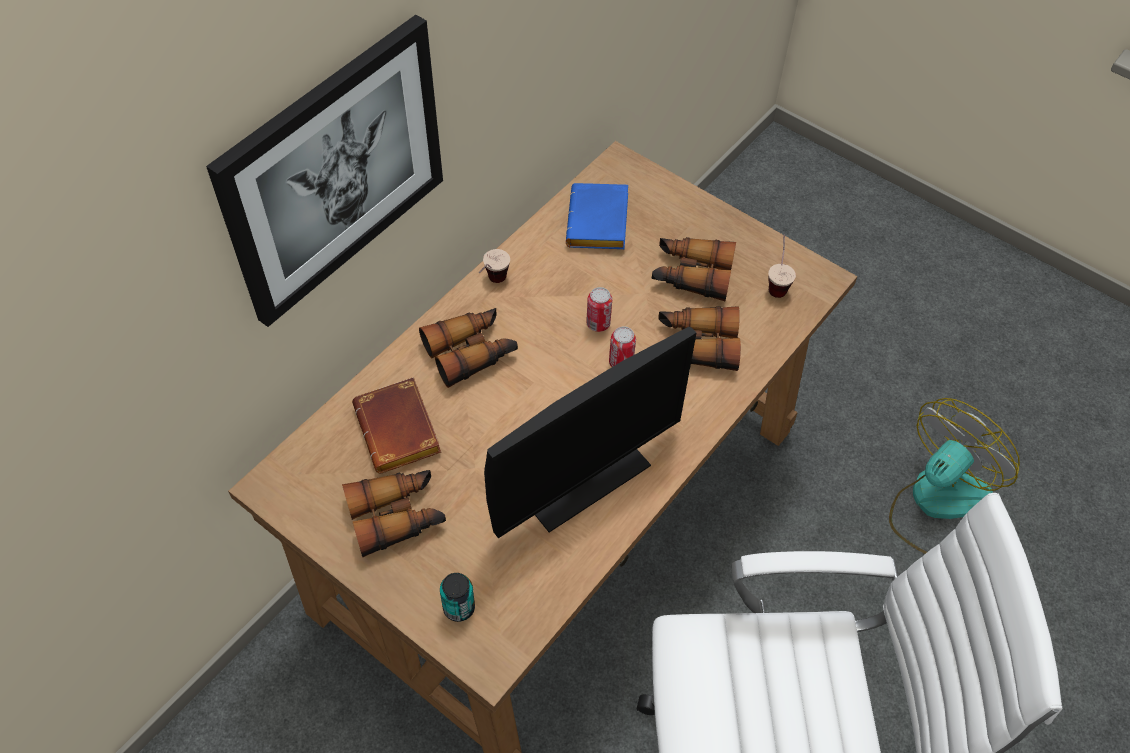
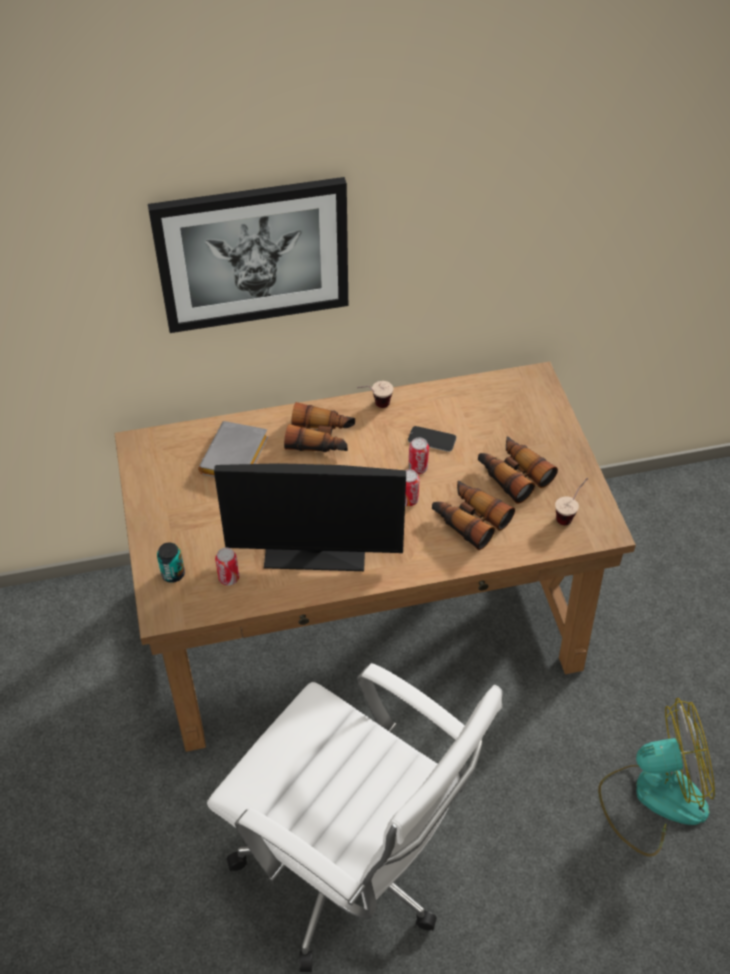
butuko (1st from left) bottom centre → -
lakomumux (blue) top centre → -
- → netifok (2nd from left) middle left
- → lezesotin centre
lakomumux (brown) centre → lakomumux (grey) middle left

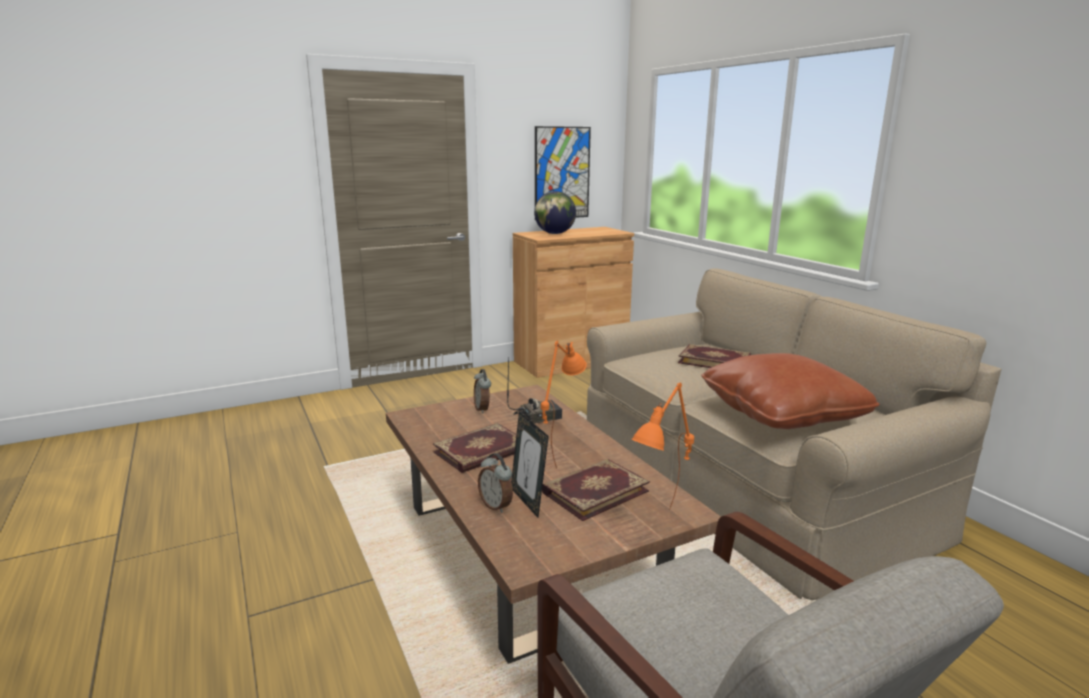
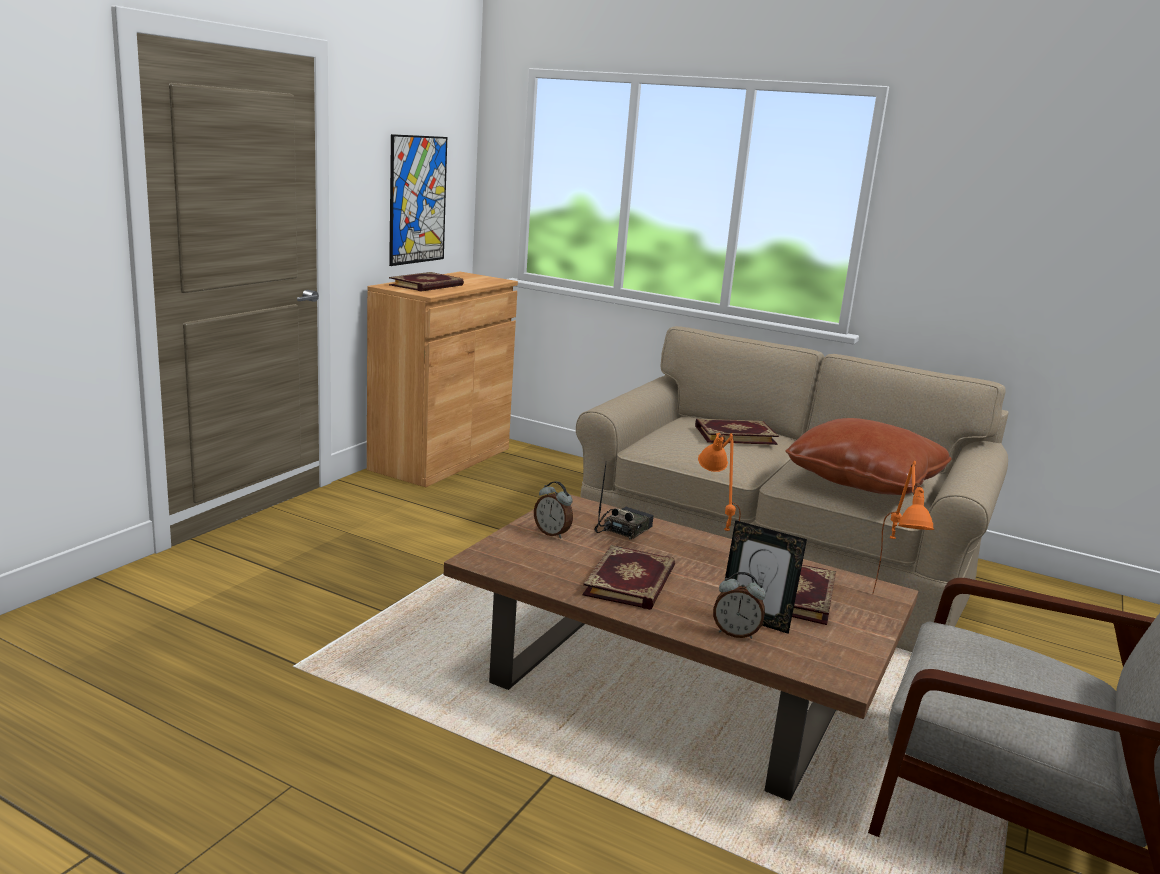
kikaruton top centre → lakomumux (1st from left) top centre

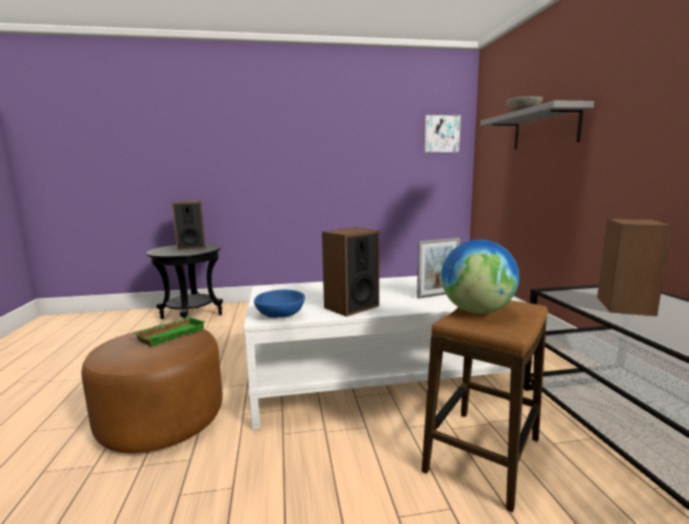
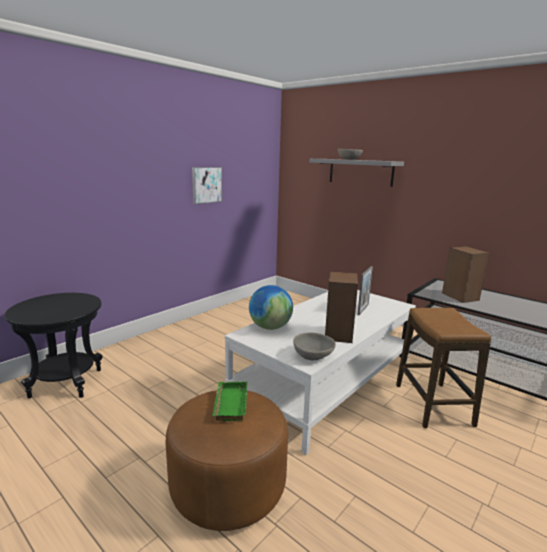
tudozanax (1st from left) middle left → -
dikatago top centre → dikatago centre, move
kikaruton middle right → kikaruton centre, move
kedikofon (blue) centre → kedikofon (grey) (1st from left) centre

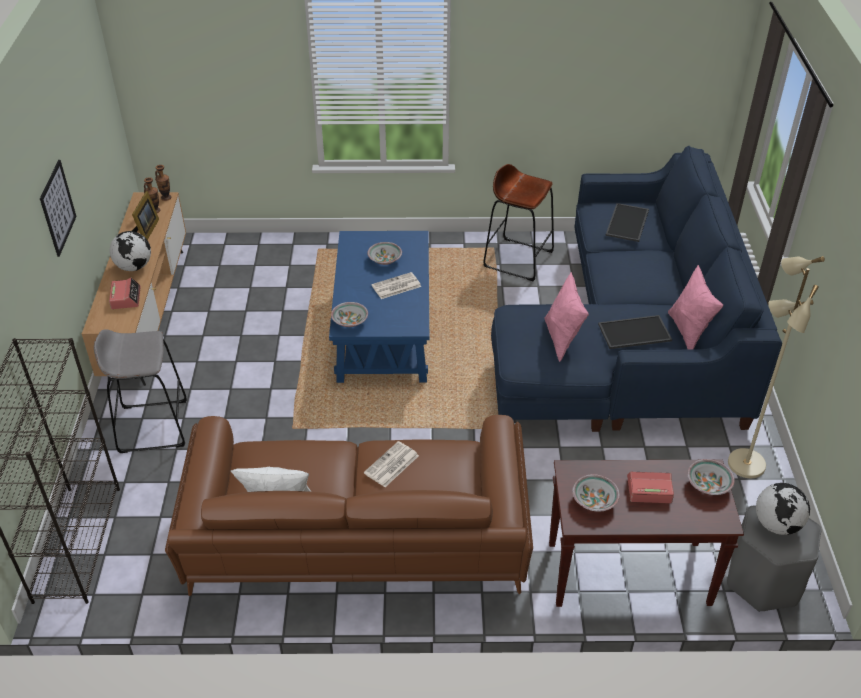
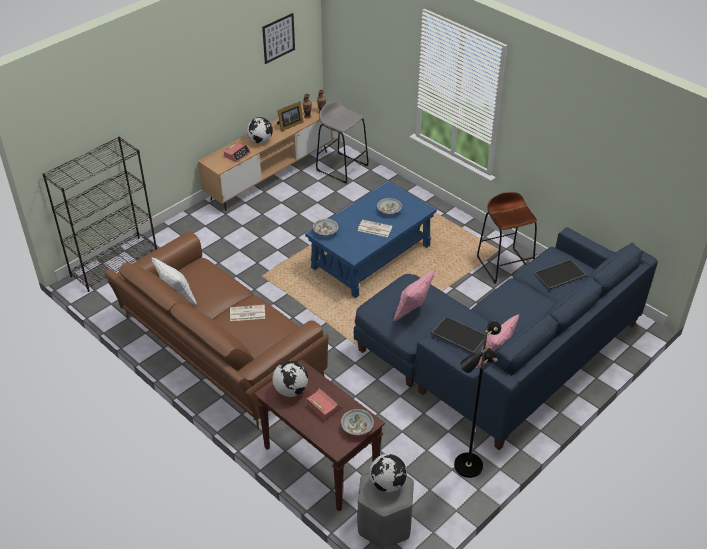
dikatago top left → dikatago top centre, move
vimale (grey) (1st from left) middle left → vimale (grey) (1st from left) top centre, move
kedikofon (3rd from left) bottom right → kikaruton (2nd from left) bottom centre
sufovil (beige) middle right → sufovil (black) bottom right

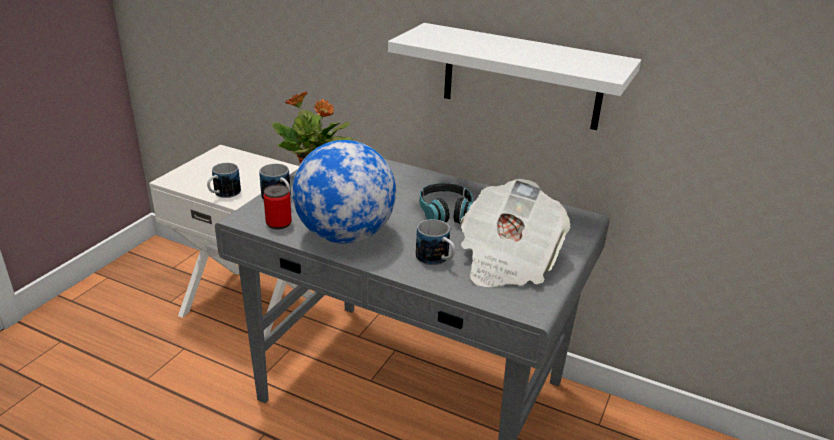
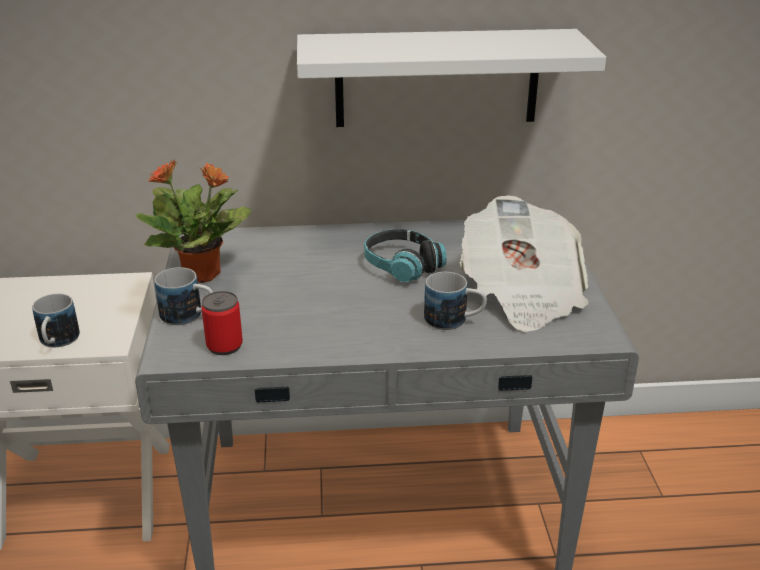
kikaruton centre → -

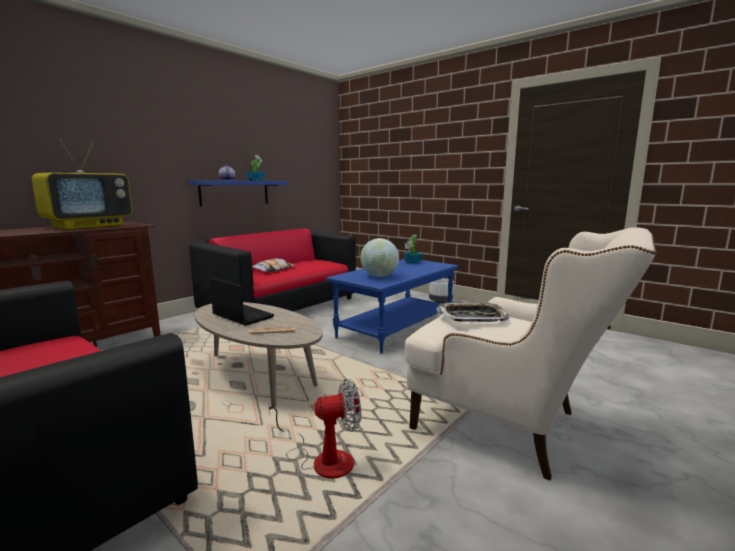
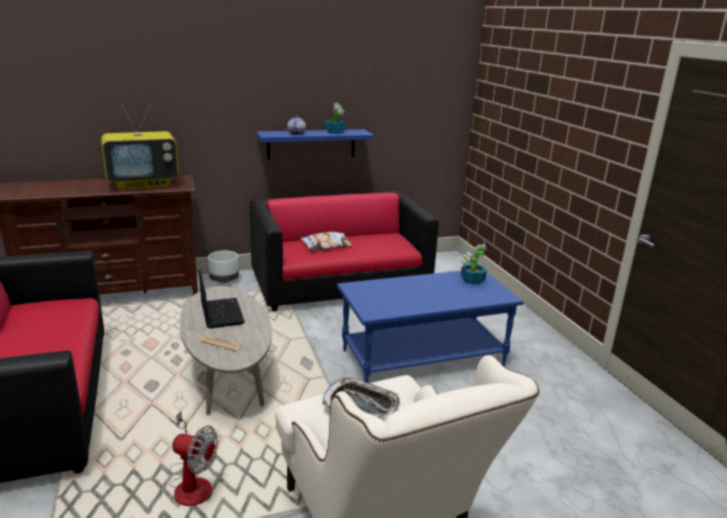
kikaruton centre → -
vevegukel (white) centre → vevegukel (white) middle left, move

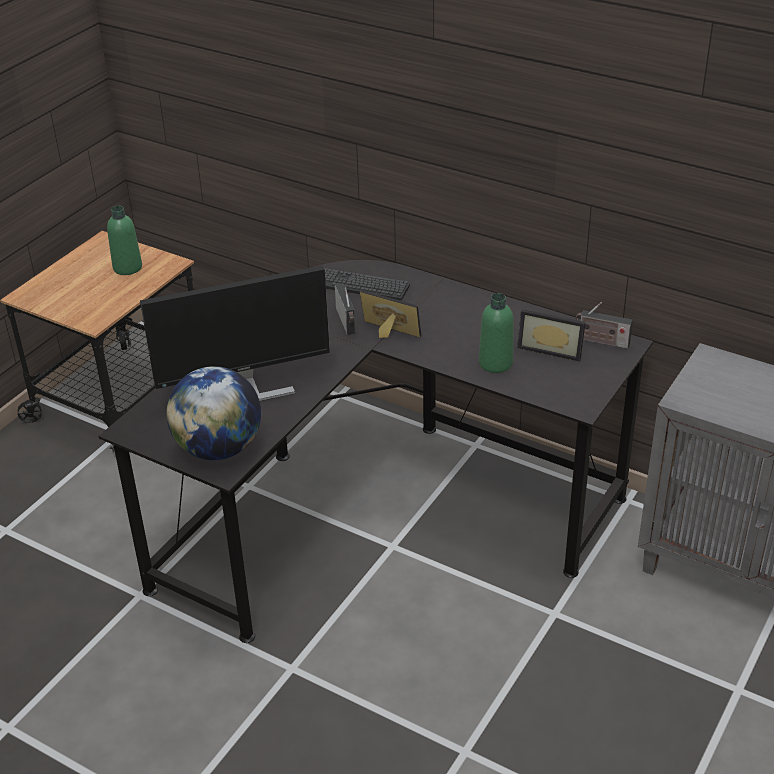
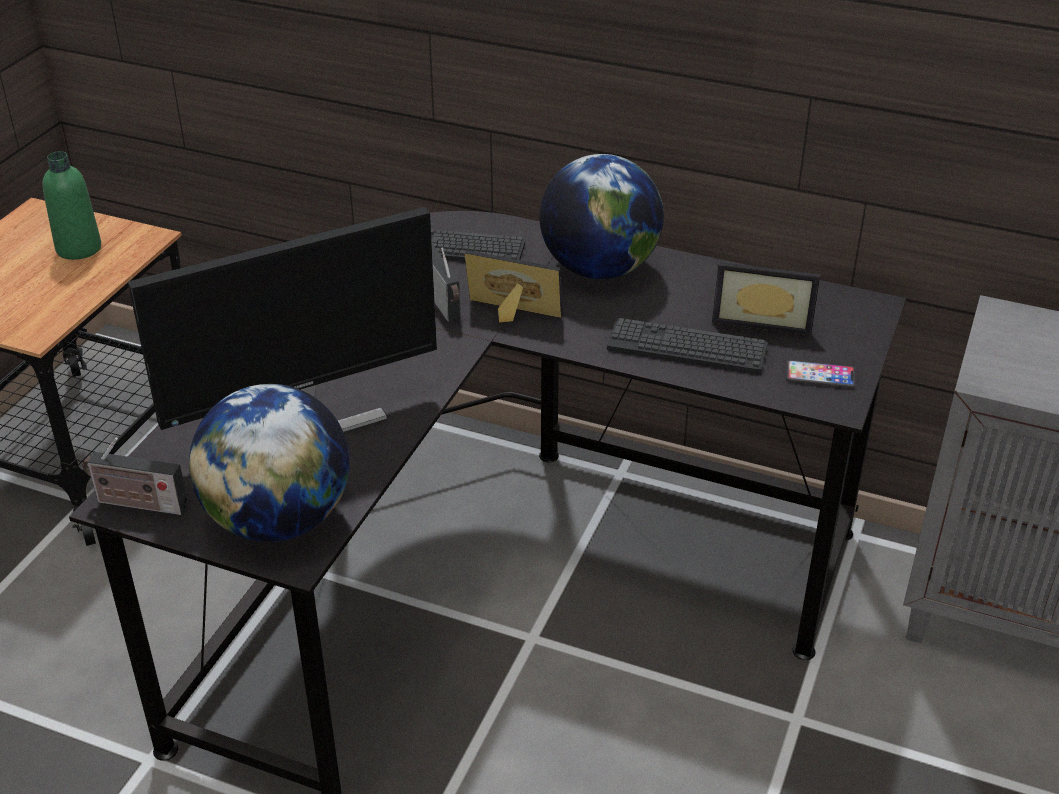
- → kikaruton (2nd from left) top centre
- → lezesotin middle right
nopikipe (2nd from left in the first image) middle right → nopikipe (1st from left) middle left, move
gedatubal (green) (2nd from left) centre → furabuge (2nd from left) centre

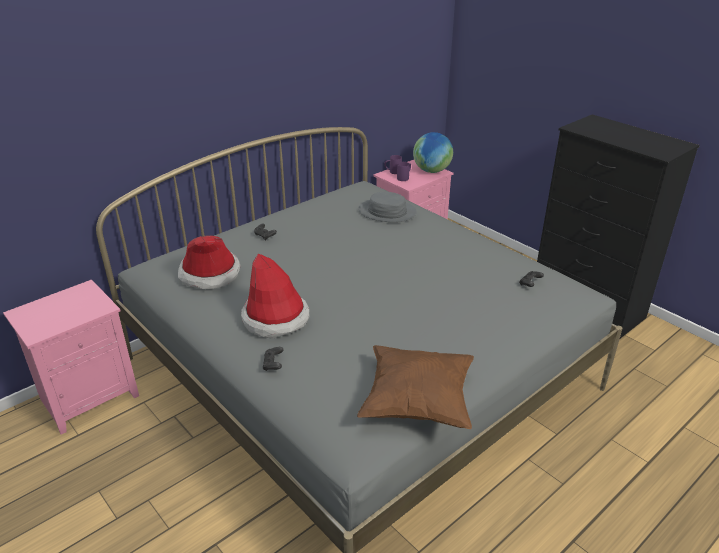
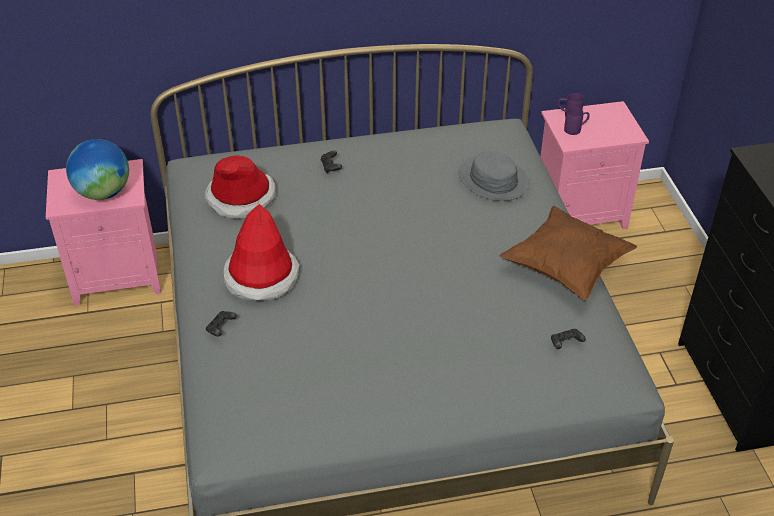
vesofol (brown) bottom centre → vesofol (brown) middle right, move
kikaruton top centre → kikaruton top left, move

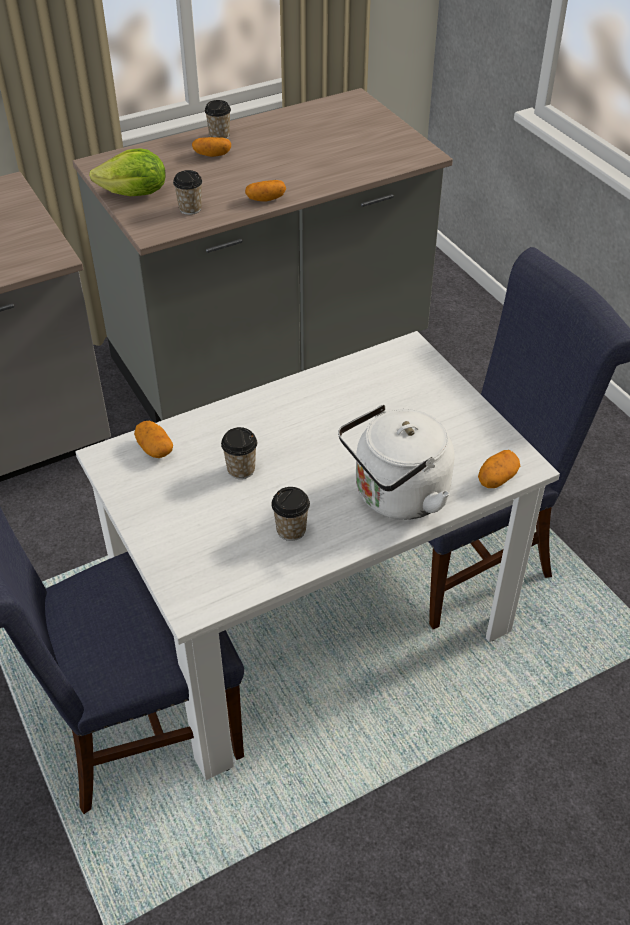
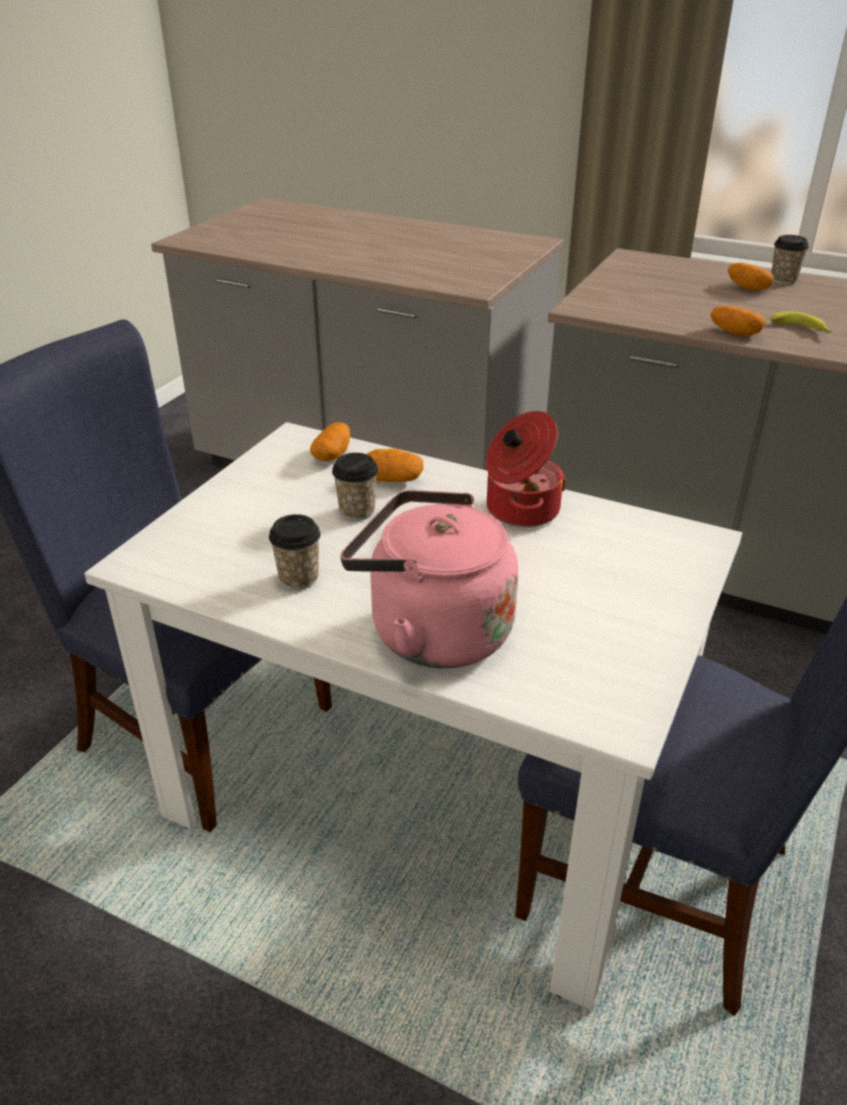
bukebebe top left → -
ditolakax (1st from left) top left → -
- → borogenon centre
- → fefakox top right
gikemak (4th from left in the first image) middle right → gikemak (2nd from left) centre, move
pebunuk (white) centre → pebunuk (pink) centre

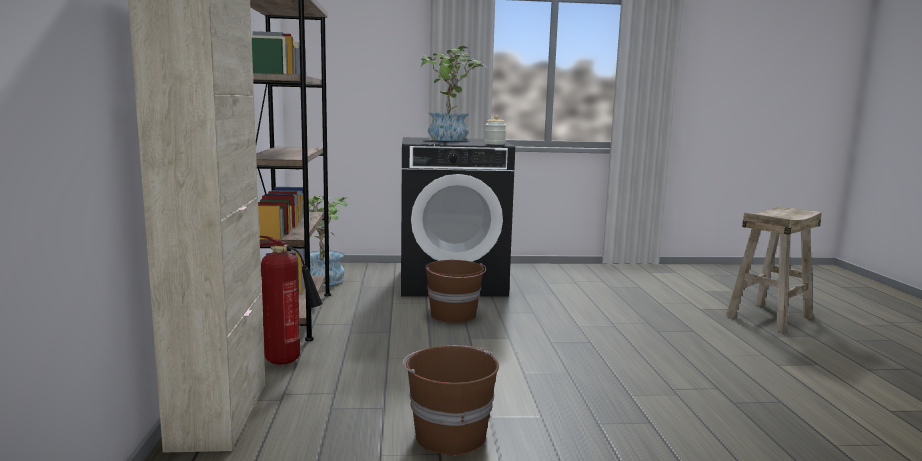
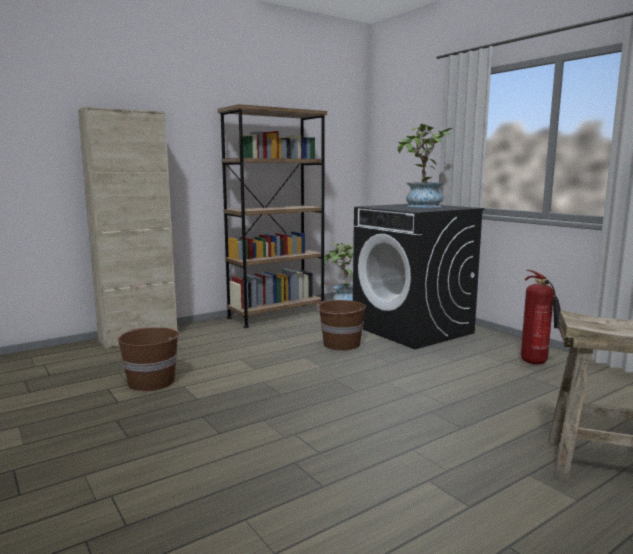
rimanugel top centre → -
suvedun middle left → suvedun middle right, move

